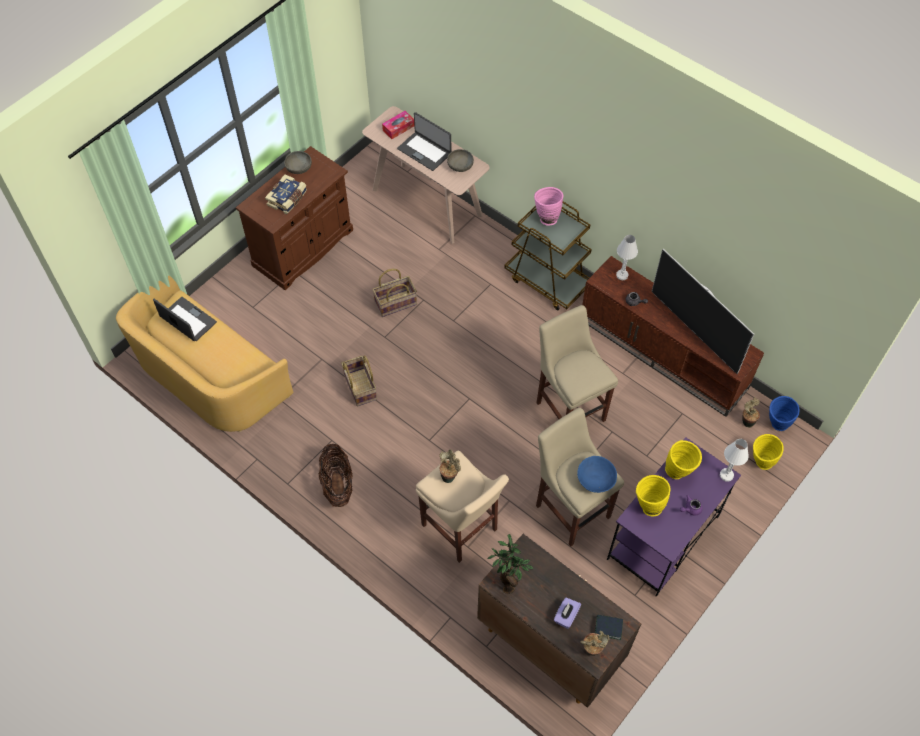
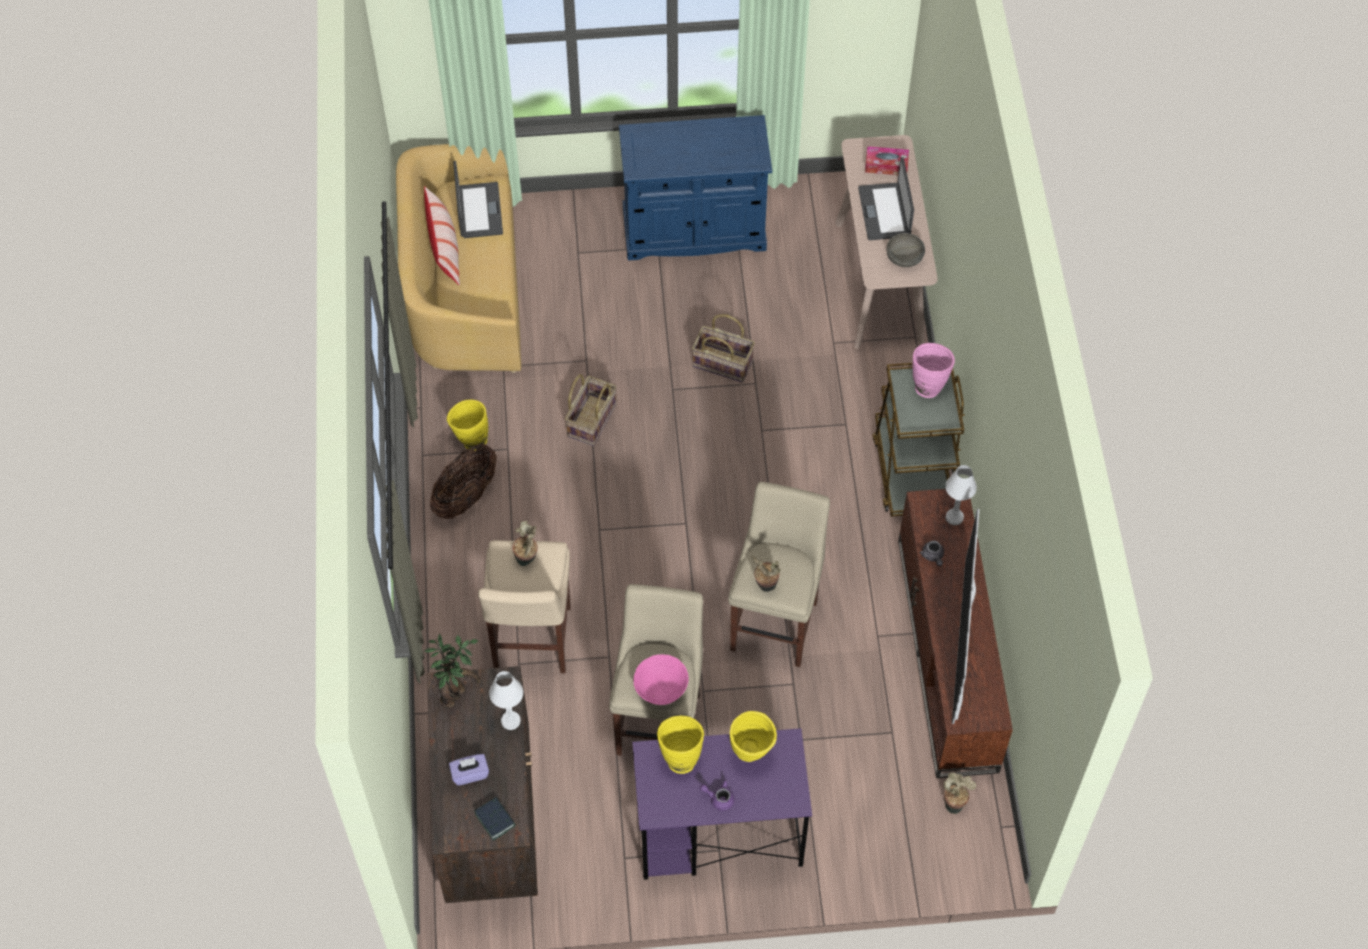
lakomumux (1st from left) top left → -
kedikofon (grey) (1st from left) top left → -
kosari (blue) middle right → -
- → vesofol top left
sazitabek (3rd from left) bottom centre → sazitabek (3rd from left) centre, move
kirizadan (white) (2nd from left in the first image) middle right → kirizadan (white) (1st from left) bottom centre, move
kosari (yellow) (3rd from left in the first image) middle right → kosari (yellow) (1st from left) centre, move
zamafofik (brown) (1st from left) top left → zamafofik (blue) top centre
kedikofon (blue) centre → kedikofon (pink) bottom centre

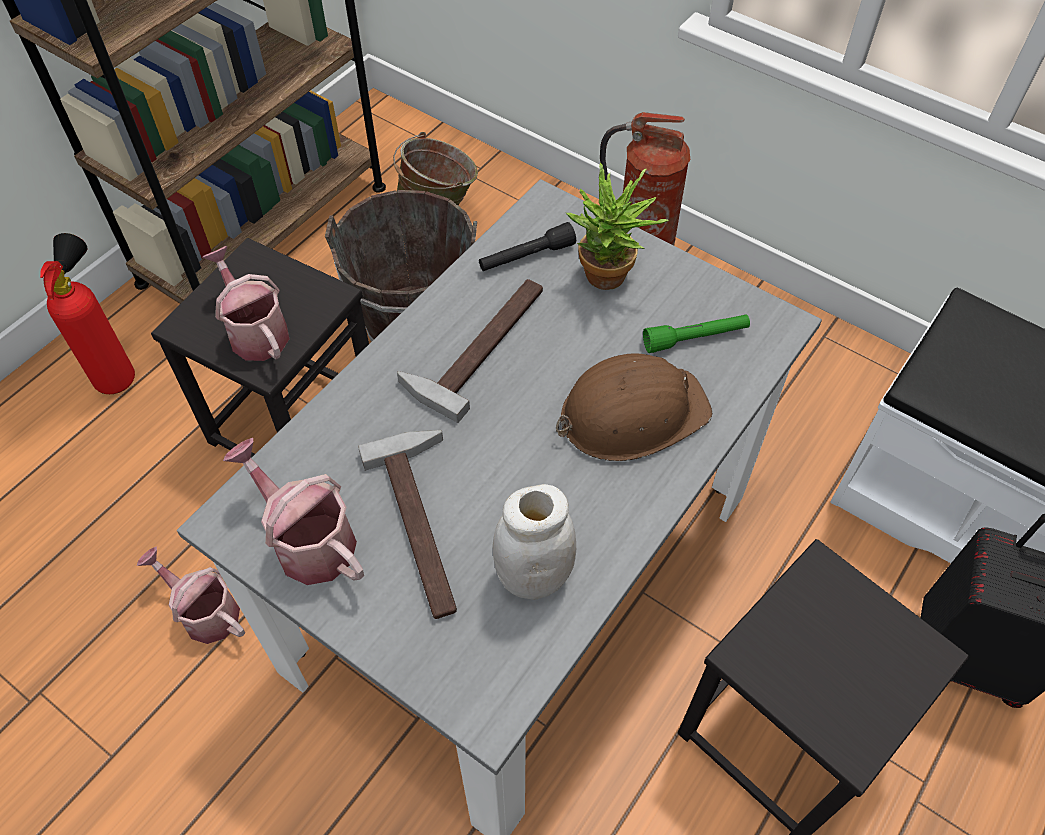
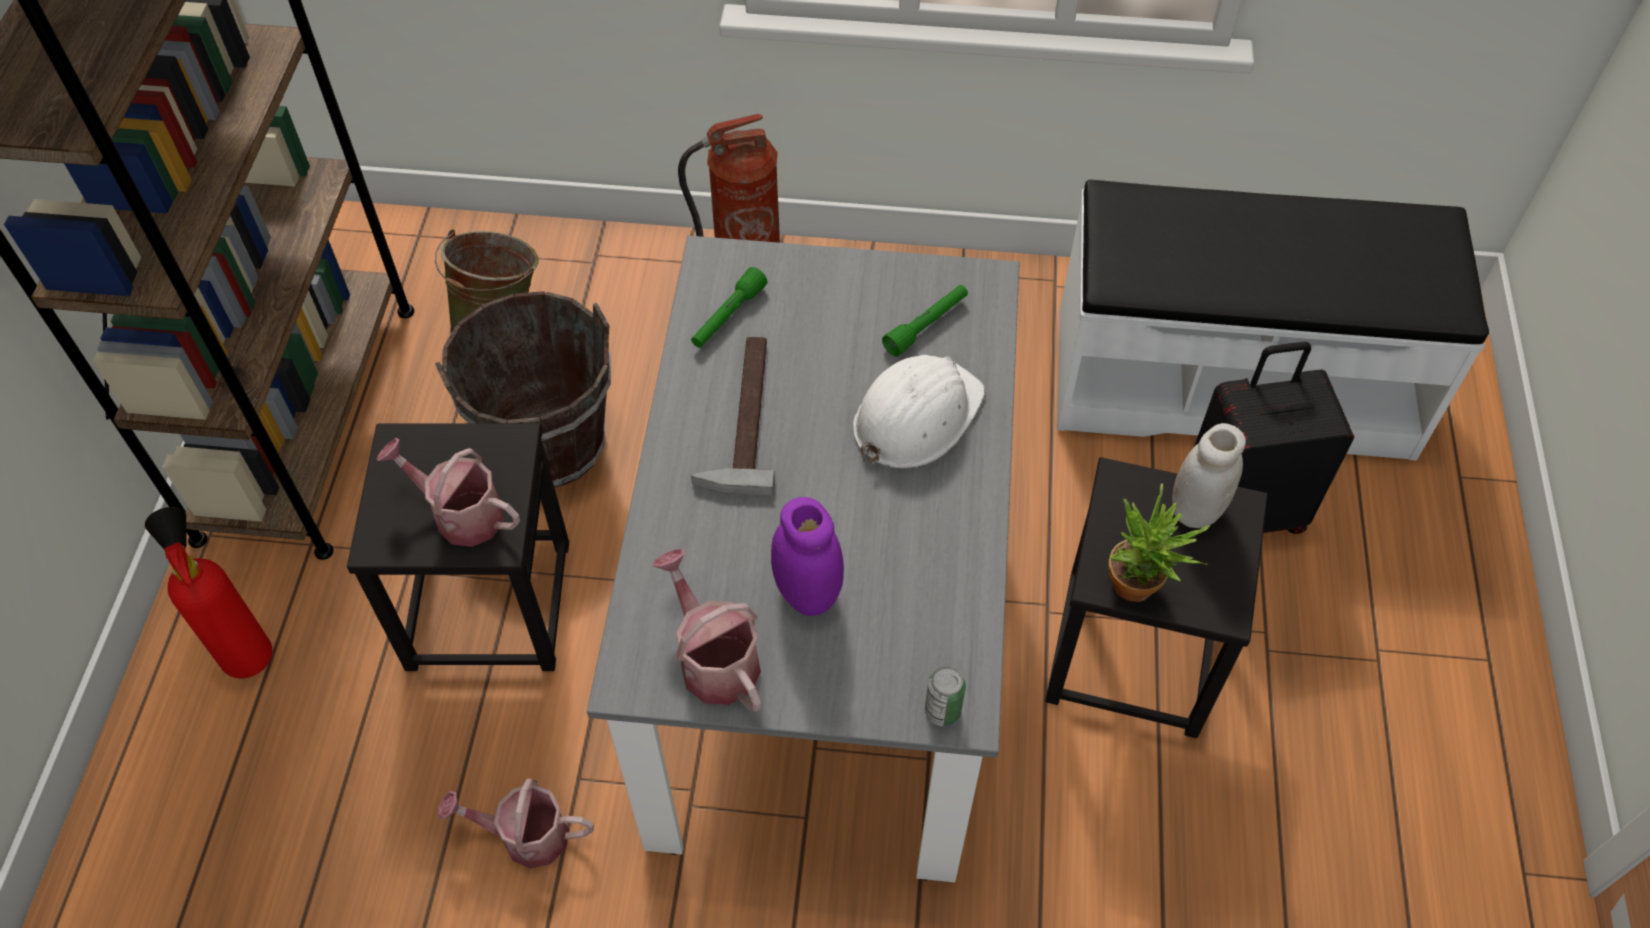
- → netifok bottom centre
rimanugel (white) centre → rimanugel (white) middle right, move
sazitabek top centre → sazitabek middle right, move
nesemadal (1st from left) centre → rimanugel (purple) centre
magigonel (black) top centre → magigonel (green) (1st from left) top centre
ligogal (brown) centre → ligogal (white) centre
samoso (3rd from left) middle left → samoso (3rd from left) bottom centre, 45 degrees clockwise

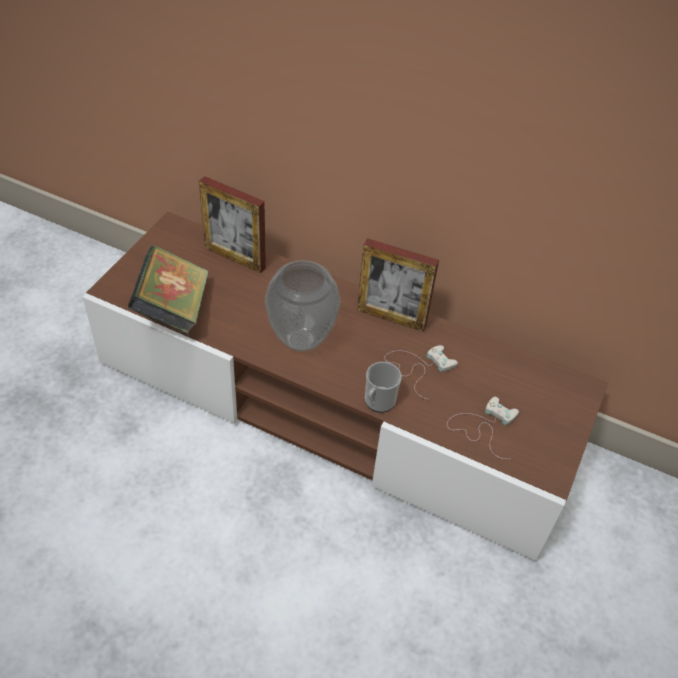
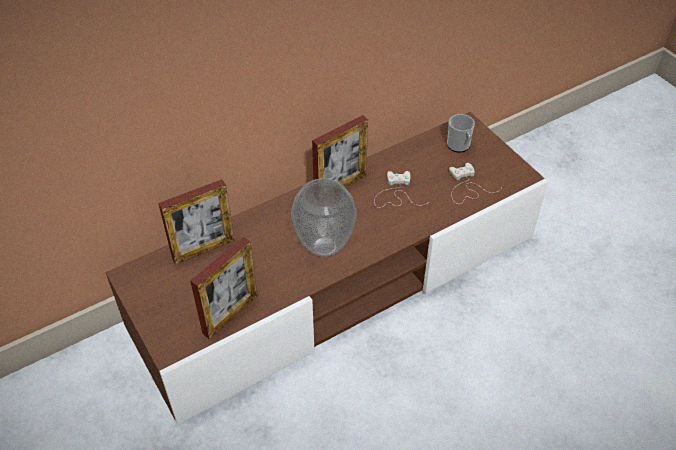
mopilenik centre → mopilenik top right, move
lakomumux middle left → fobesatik (2nd from left) middle left

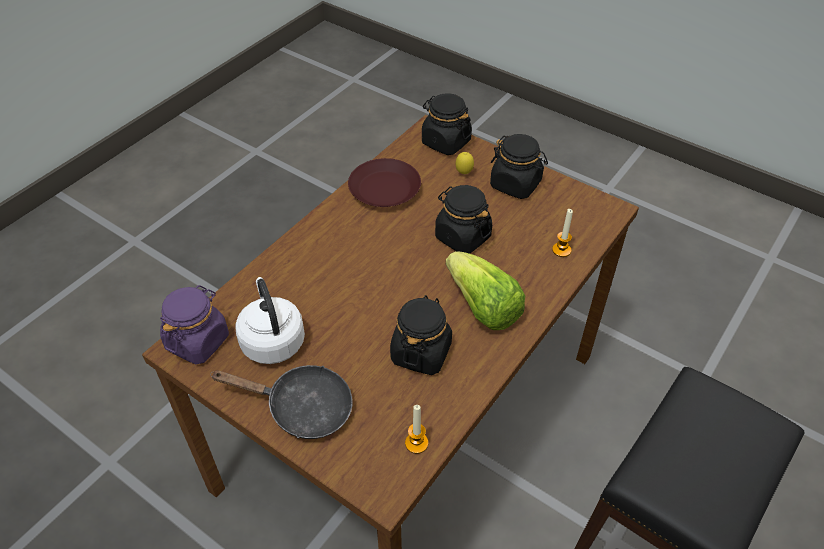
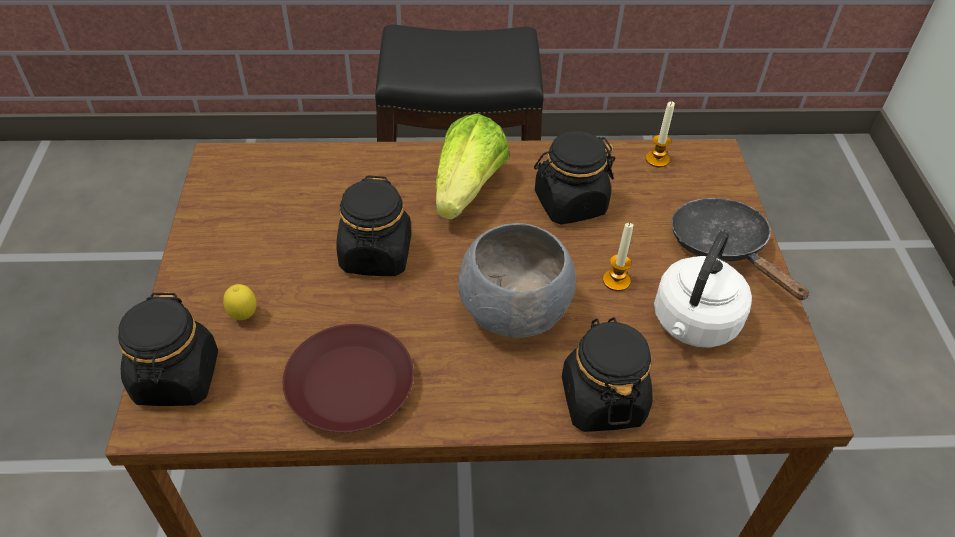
rimanugel (purple) middle left → -
- → kedikofon (grey) centre
rimanugel (black) (4th from left) top centre → rimanugel (black) (4th from left) bottom centre, move
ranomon (2nd from left in the first image) middle right → ranomon (1st from left) centre, move

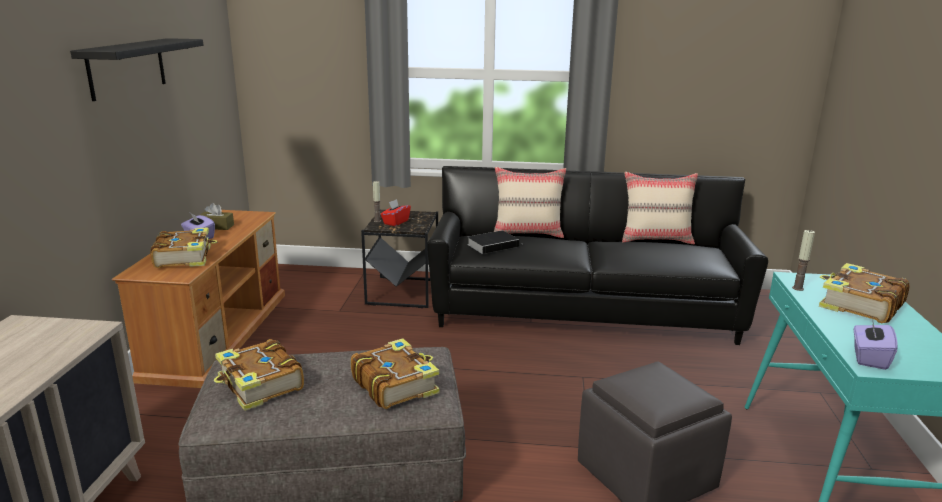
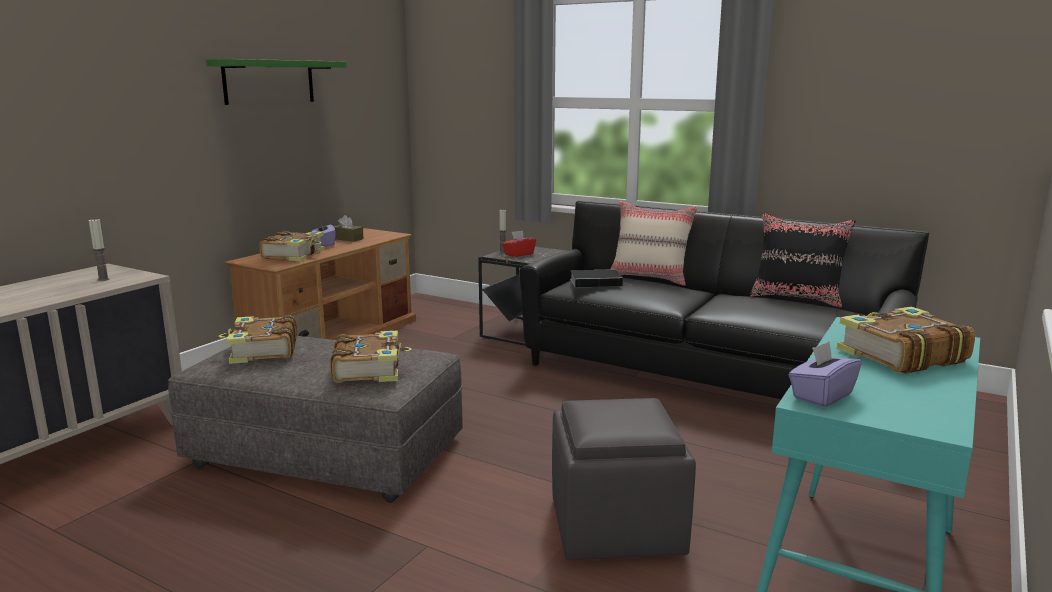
ranomon (2nd from left in the first image) middle right → ranomon (1st from left) middle left, move
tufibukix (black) top left → tufibukix (green) top left
vesofol (beige) (2nd from left) middle right → vesofol (black) middle right

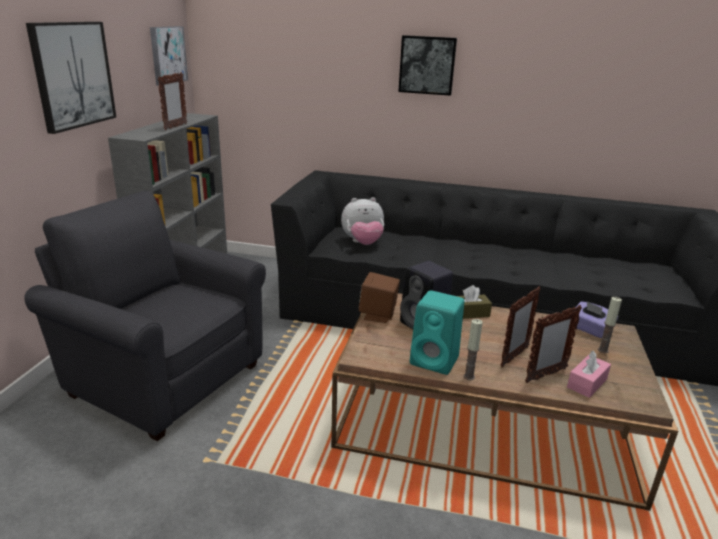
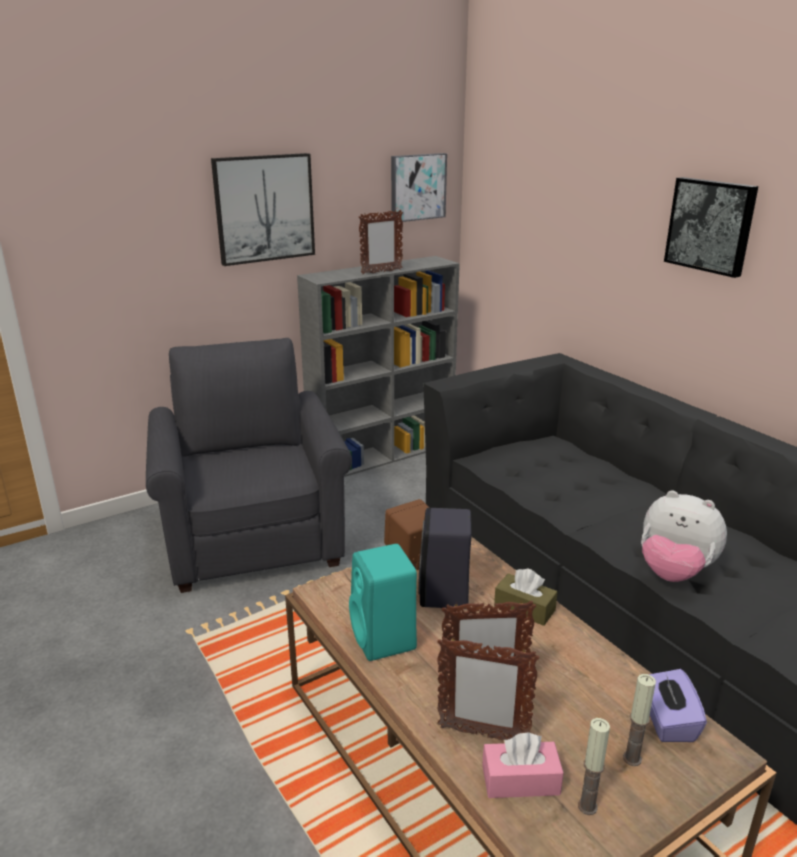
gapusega centre → gapusega middle right, move
ranomon (1st from left) centre → ranomon (1st from left) bottom right, move

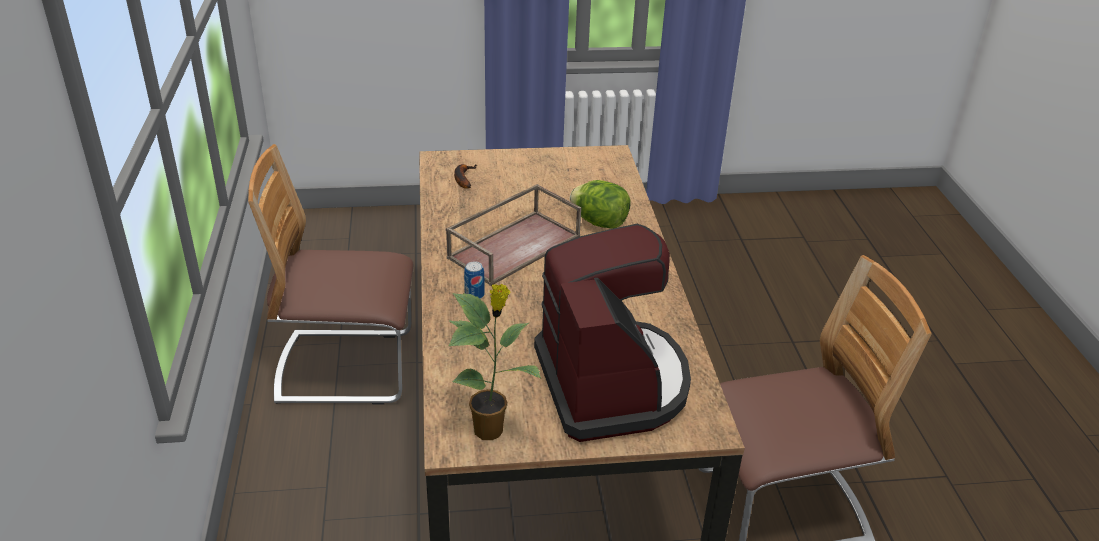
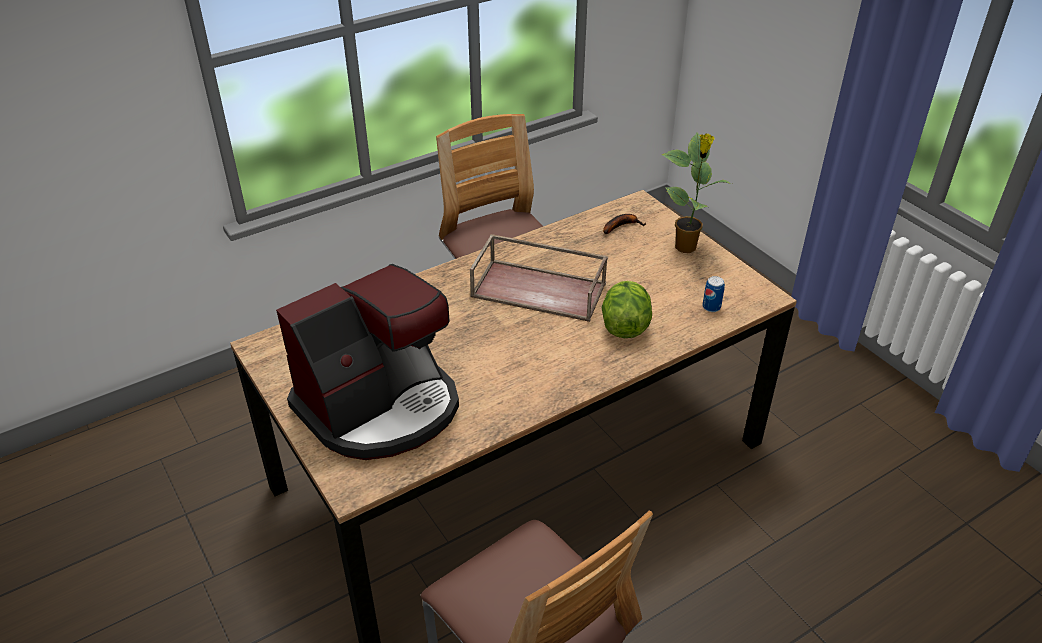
sazitabek bottom centre → sazitabek top right, move
netifok centre → netifok middle right, move

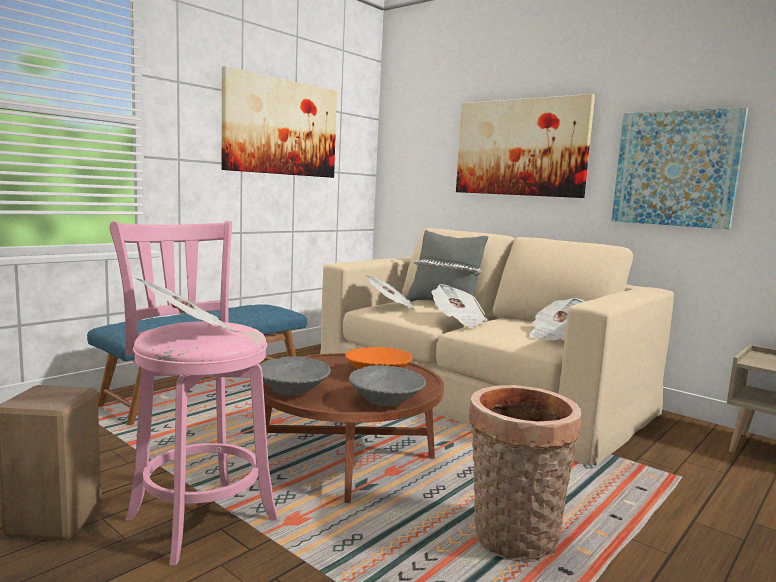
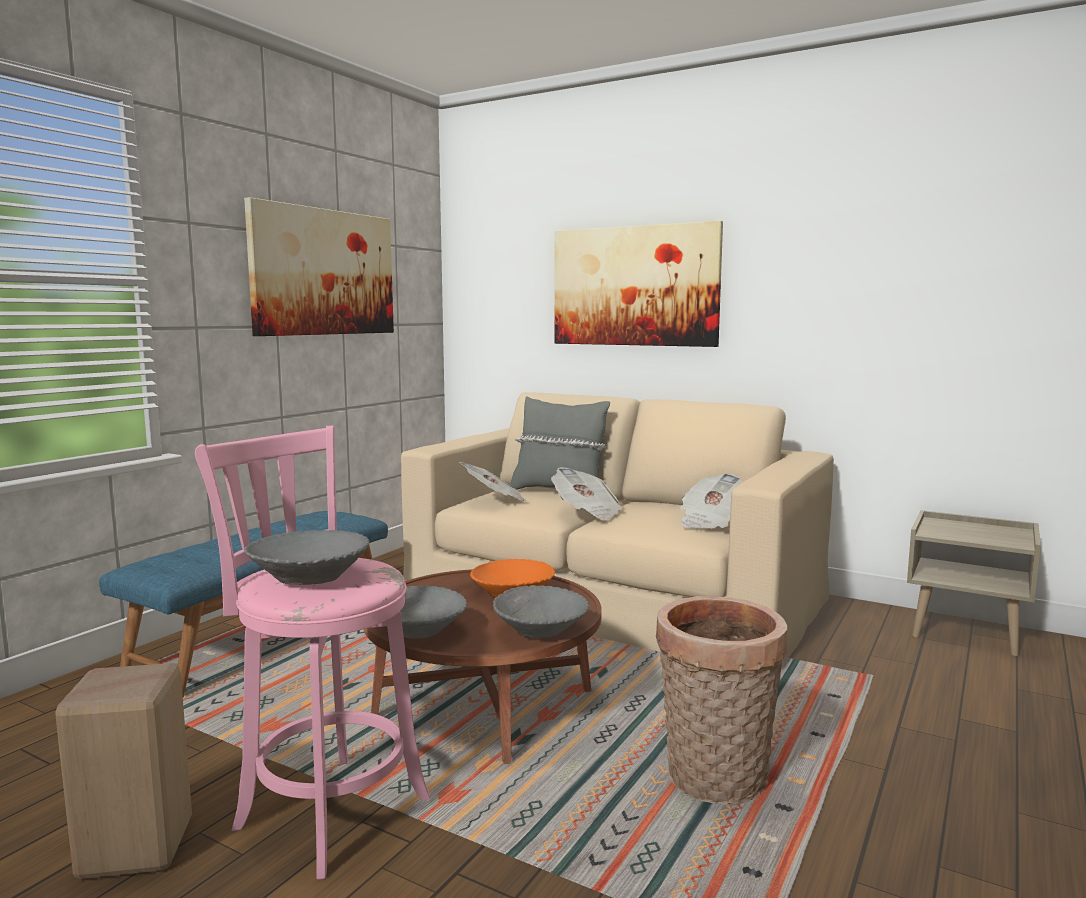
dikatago (3rd from left) top right → -
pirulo (1st from left) middle left → kedikofon (grey) (1st from left) middle left

